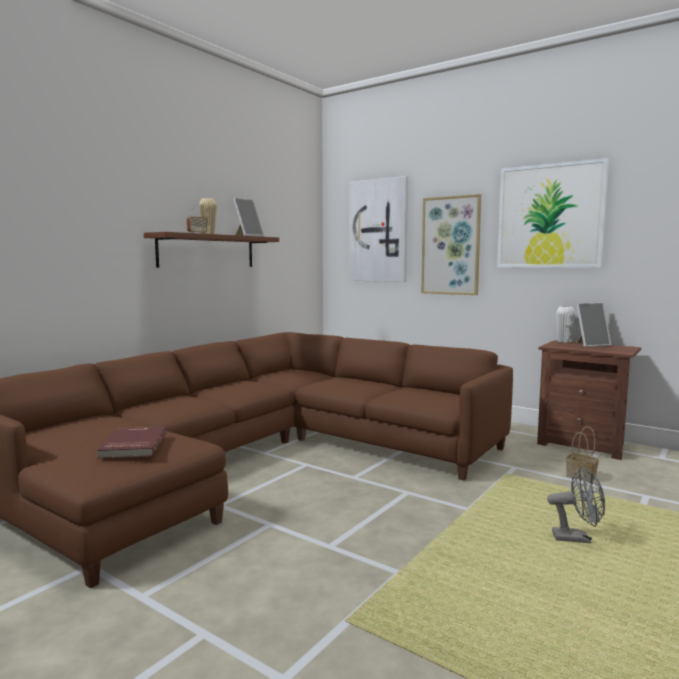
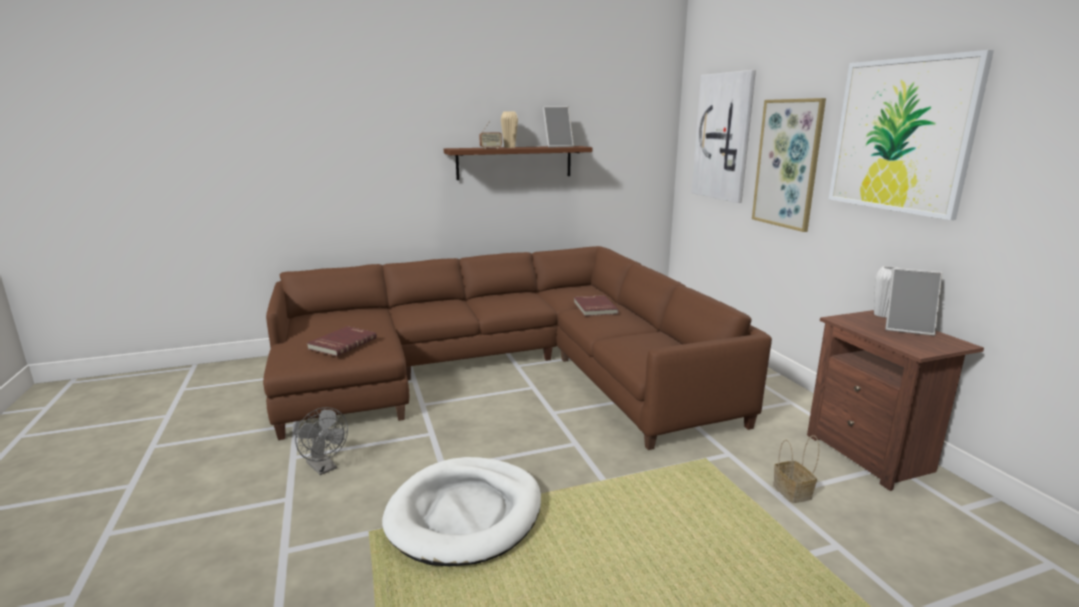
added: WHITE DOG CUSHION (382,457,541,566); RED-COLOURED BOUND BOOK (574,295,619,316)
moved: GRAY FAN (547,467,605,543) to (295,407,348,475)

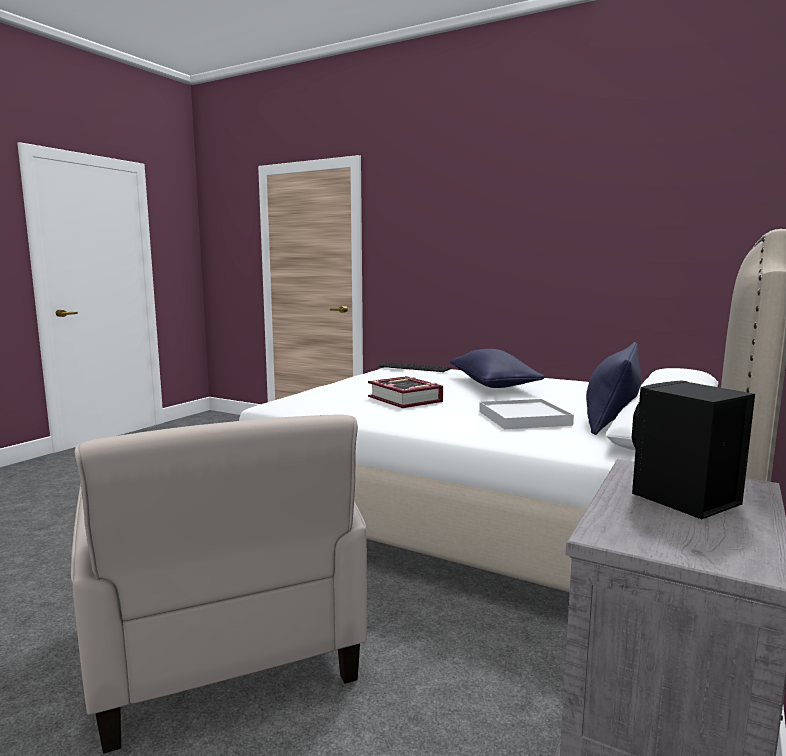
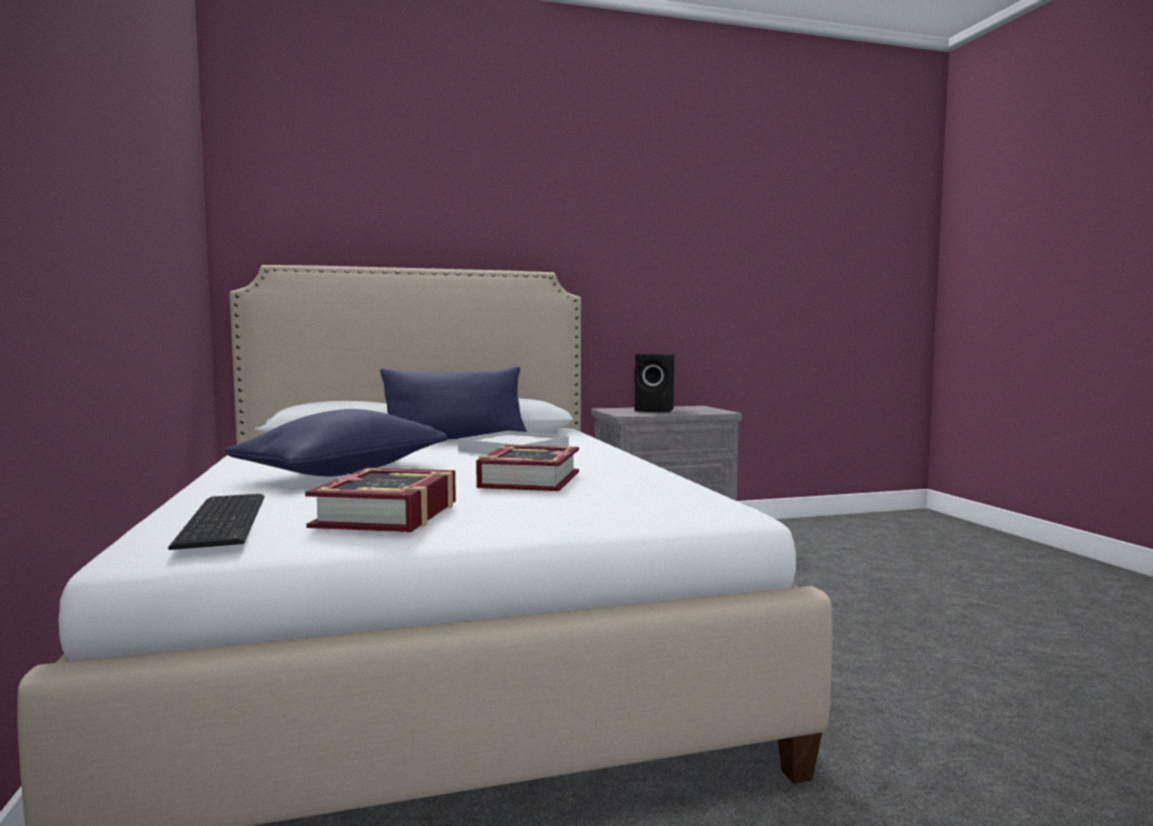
removed: BEIGE ARMCHAIR (71,414,367,754)
added: BOUND BOOK (305,468,456,532)

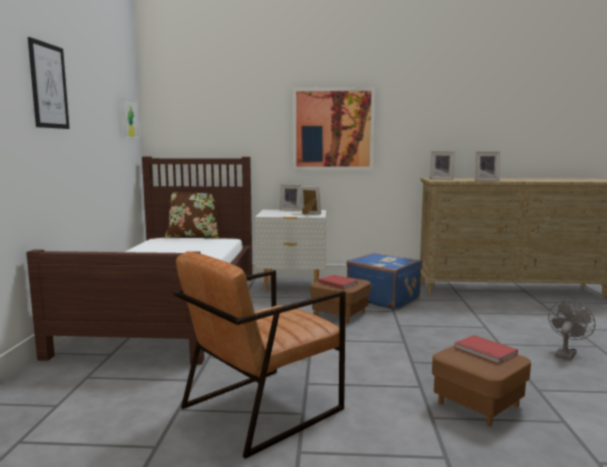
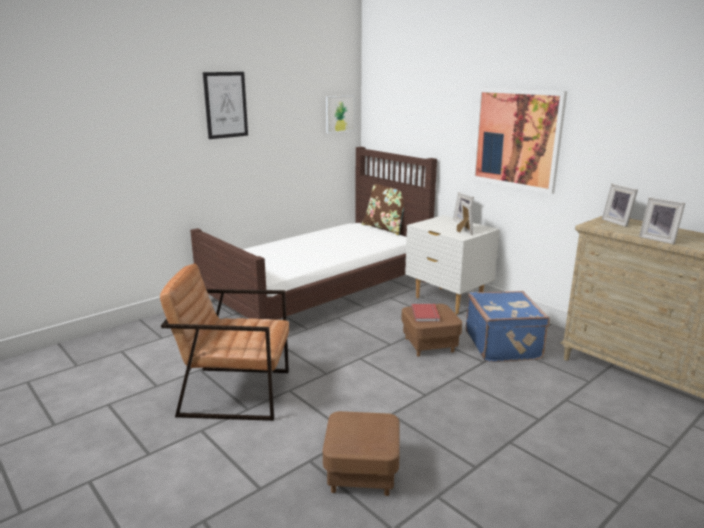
removed: RED-COLOURED BOUND BOOK (454,335,518,364); GRAY FAN (548,301,595,360)

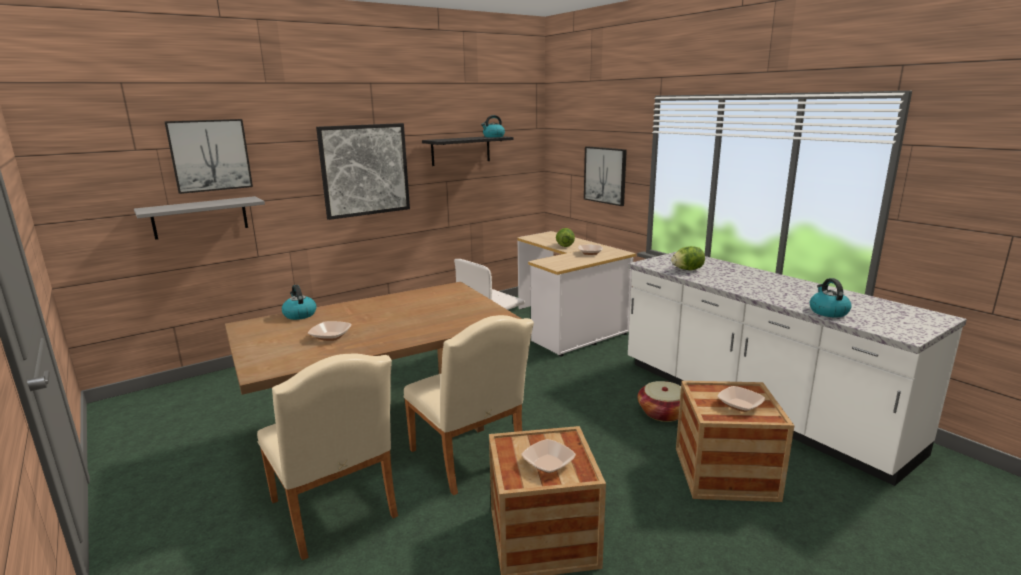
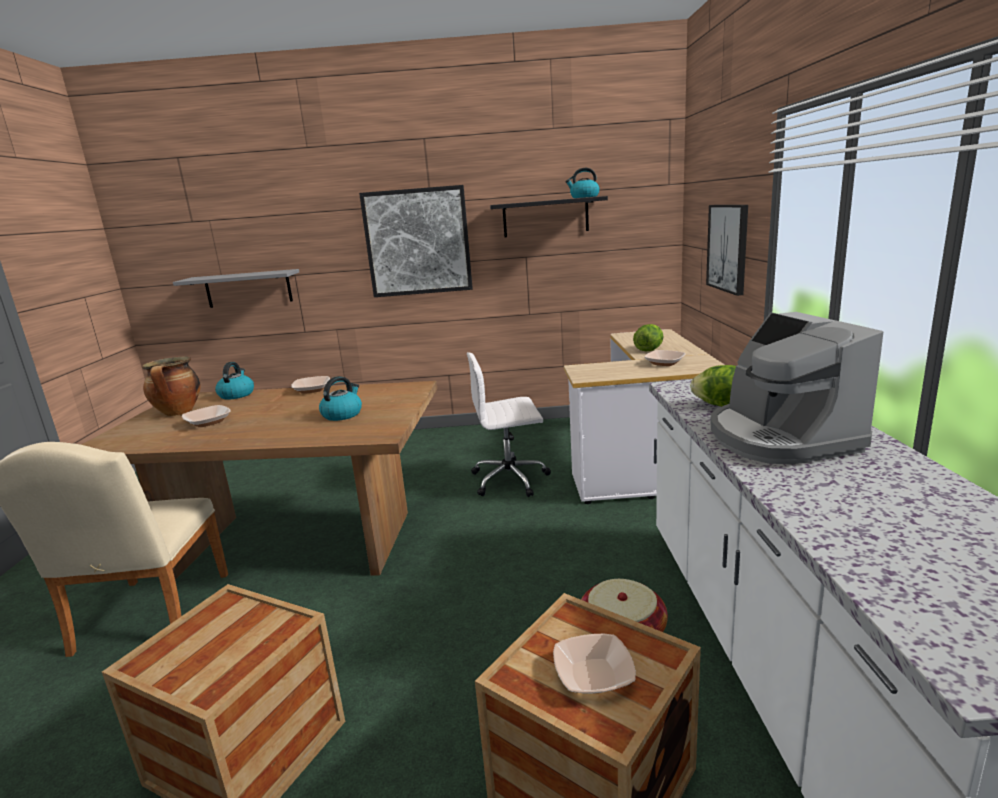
removed: PICTURE (164,119,253,194); BEIGE PLAIN CHAIR (403,315,534,495)
added: STOCKPOT (142,356,200,416); COFFEE MACHINE (710,312,883,464)
moved: SERVING BOWL (521,439,576,473) to (291,376,330,394); KETTLE (810,278,852,317) to (319,376,362,421)

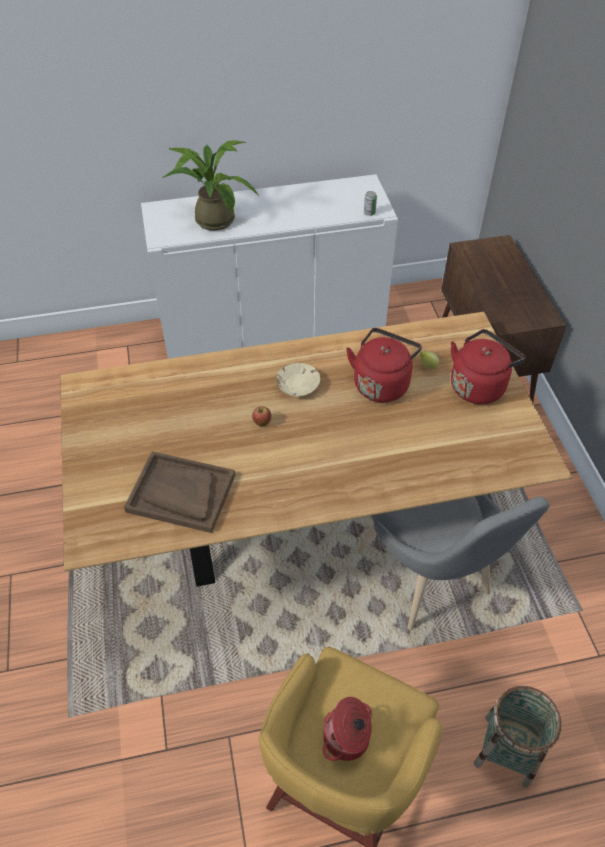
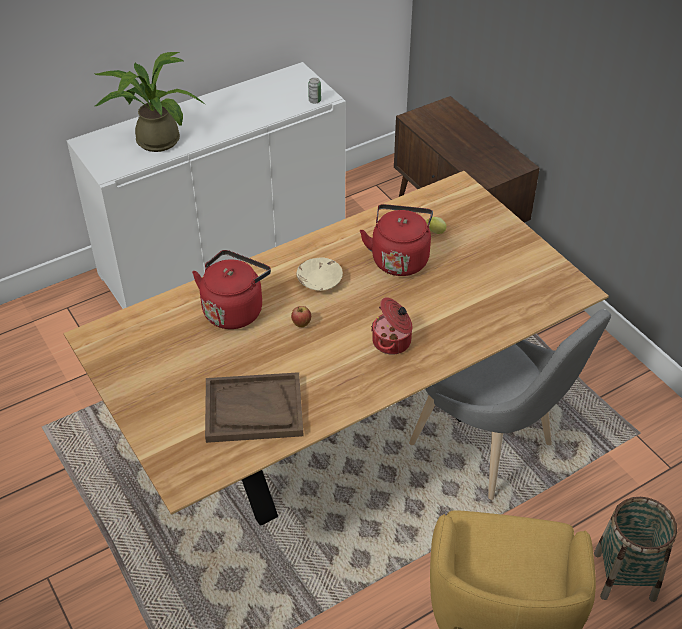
moved: STOCKPOT (323,697,372,761) to (371,297,412,355); RED-COLOURED KETTLE (451,329,526,404) to (192,250,271,329)

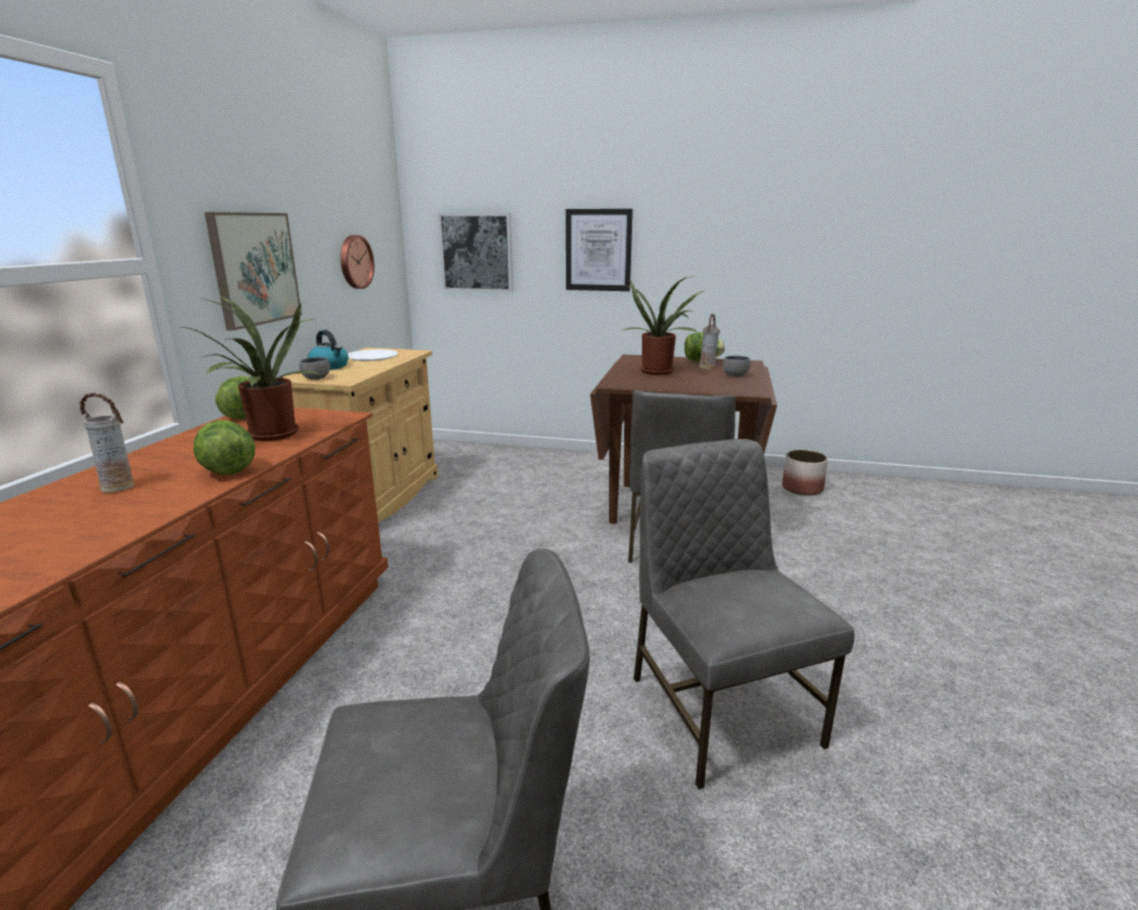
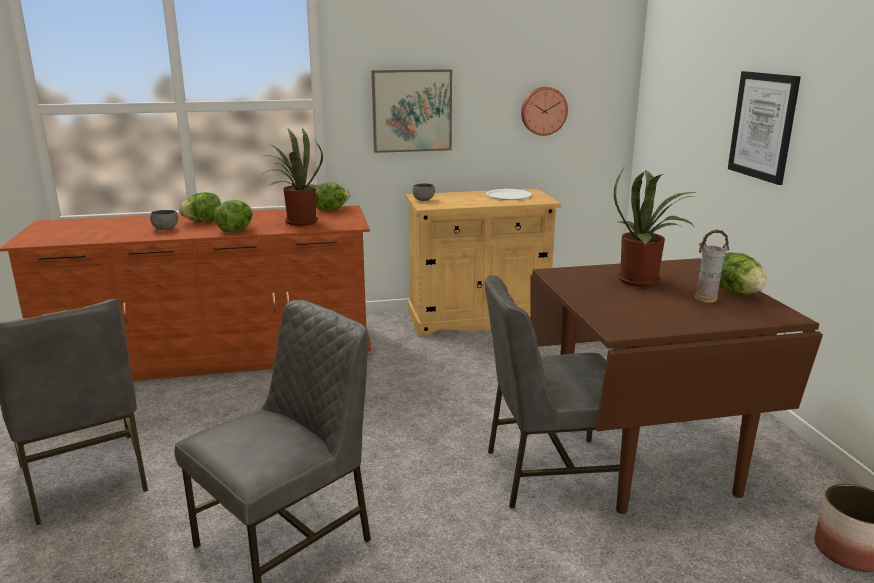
removed: KETTLE (308,330,349,370); PICTURE (438,213,513,292)
moved: GRAY SERVING BOWL (723,356,751,377) to (150,210,178,230)
replaced: DECORATIVE VASE (80,393,135,492) to LETTUCE HEAD (179,192,221,222)

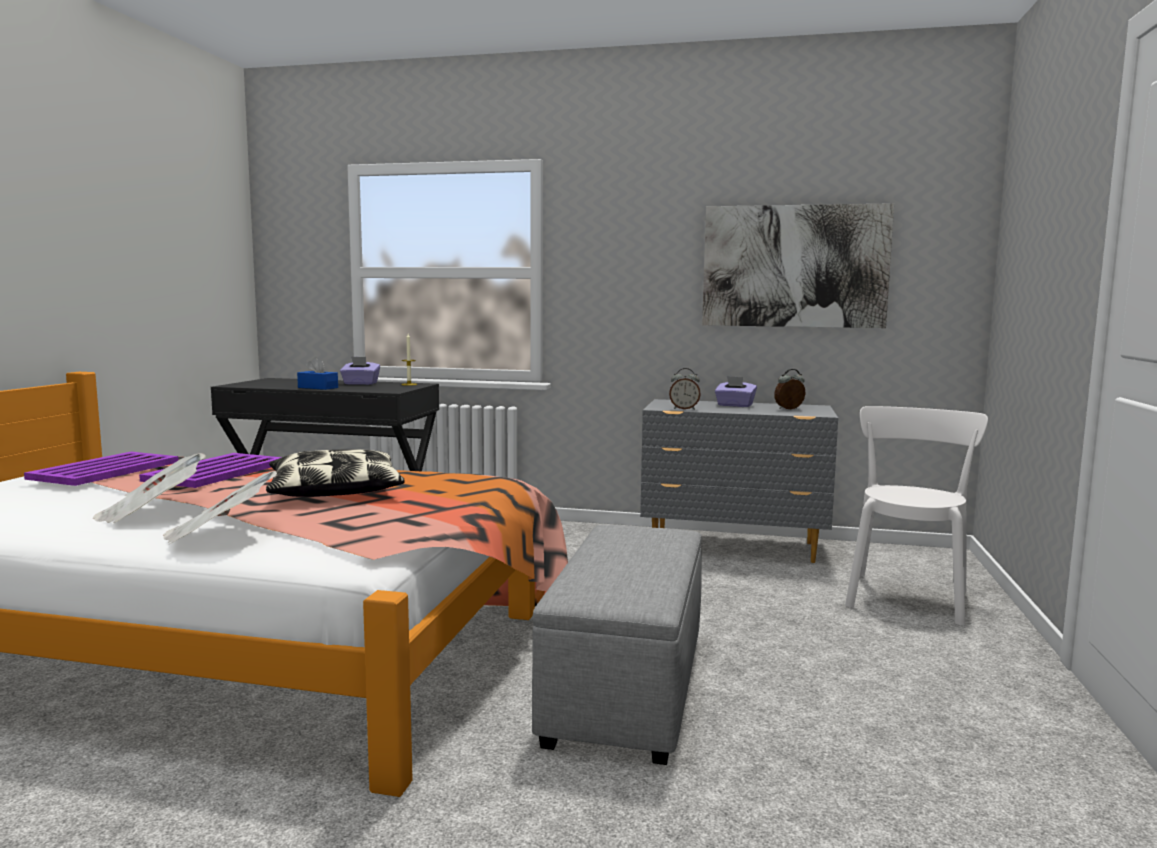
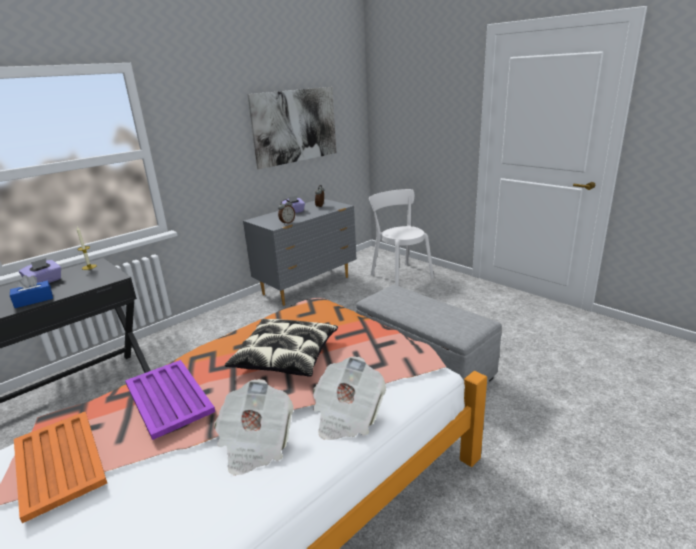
recoloured: PURPLISH SERVING TRAY (24,452,178,486) to ORANGE-COLOURED SERVING TRAY (14,412,107,523)

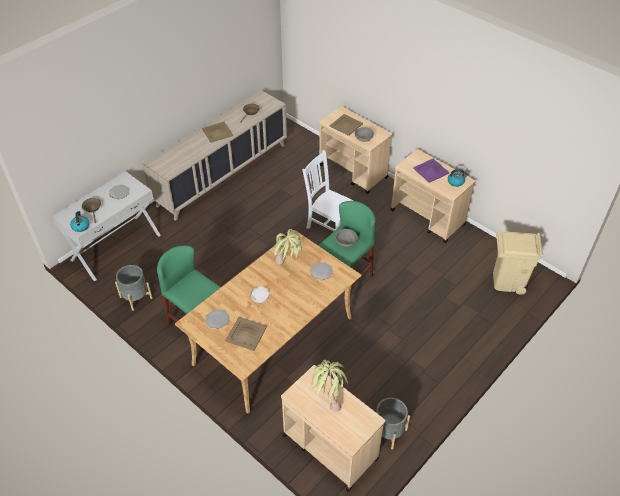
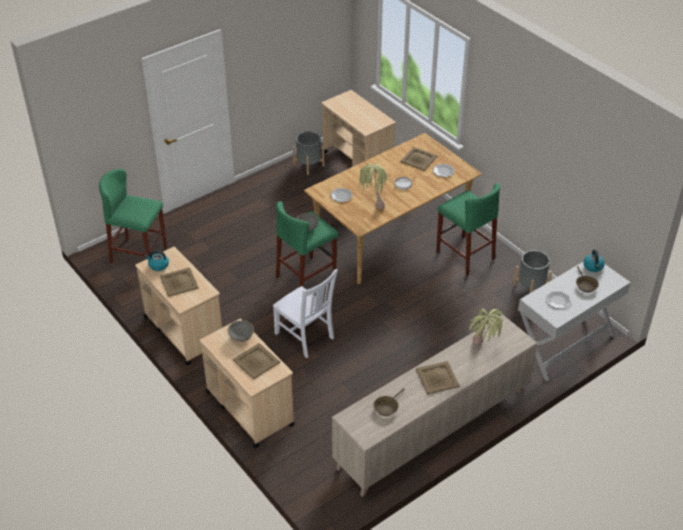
moved: PLANT IN A POT (312,360,348,412) to (469,309,503,345)
replaced: BEIGE TRASH CAN (493,231,543,295) to GREENISH STOOL SEAT (99,169,167,263)
recoloured: PURPLISH SERVING TRAY (413,159,450,183) to BEIGE SERVING TRAY (160,267,199,297)

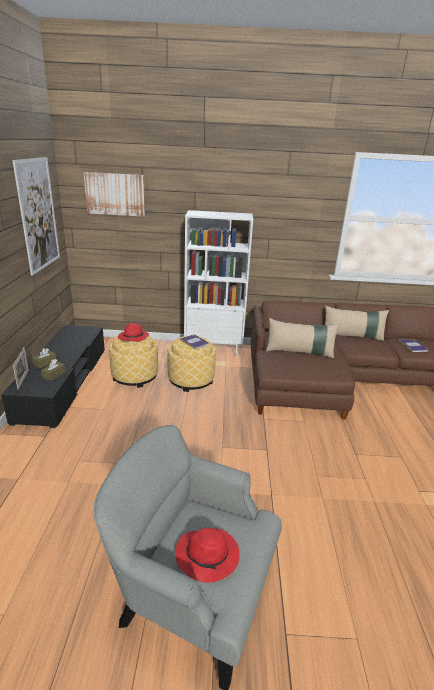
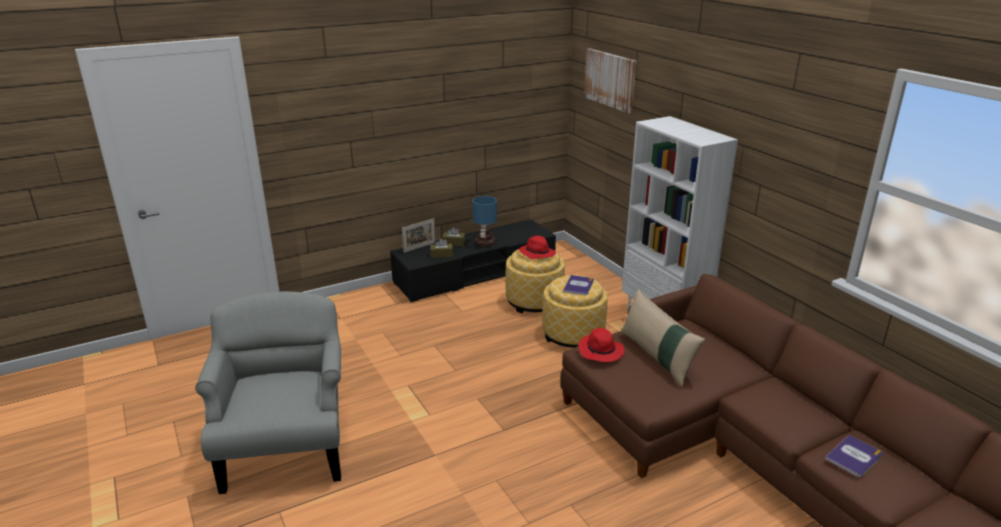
removed: PICTURE (12,157,60,276); BEIGE PILLOW (325,305,389,341)
added: TABLETOP LAMP (473,196,497,247)
moved: RED-COLOURED HAT (175,528,240,583) to (578,328,625,362)

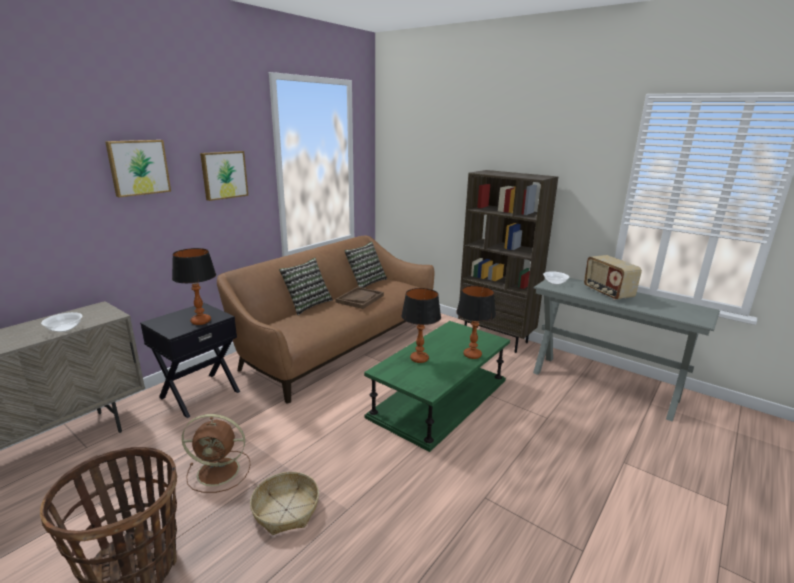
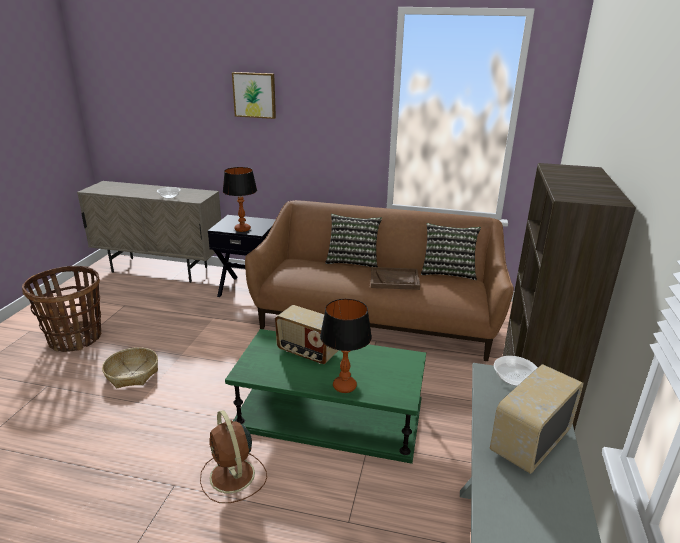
removed: PICTURE (200,151,248,201)
moved: BROWN FAN (182,414,251,493) to (200,410,267,503)
replaced: TABLETOP LAMP (401,288,441,363) to RADIO SET (275,305,339,364)

